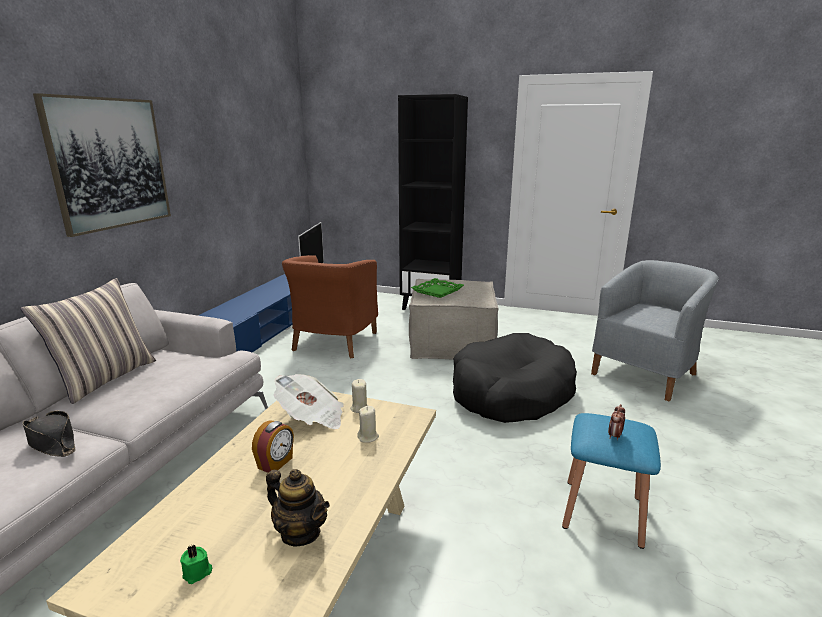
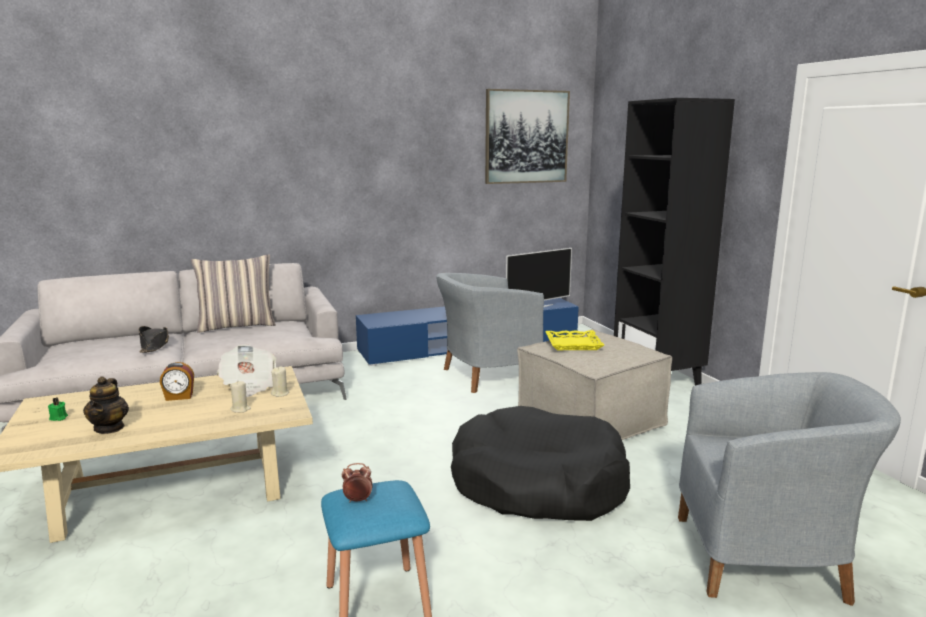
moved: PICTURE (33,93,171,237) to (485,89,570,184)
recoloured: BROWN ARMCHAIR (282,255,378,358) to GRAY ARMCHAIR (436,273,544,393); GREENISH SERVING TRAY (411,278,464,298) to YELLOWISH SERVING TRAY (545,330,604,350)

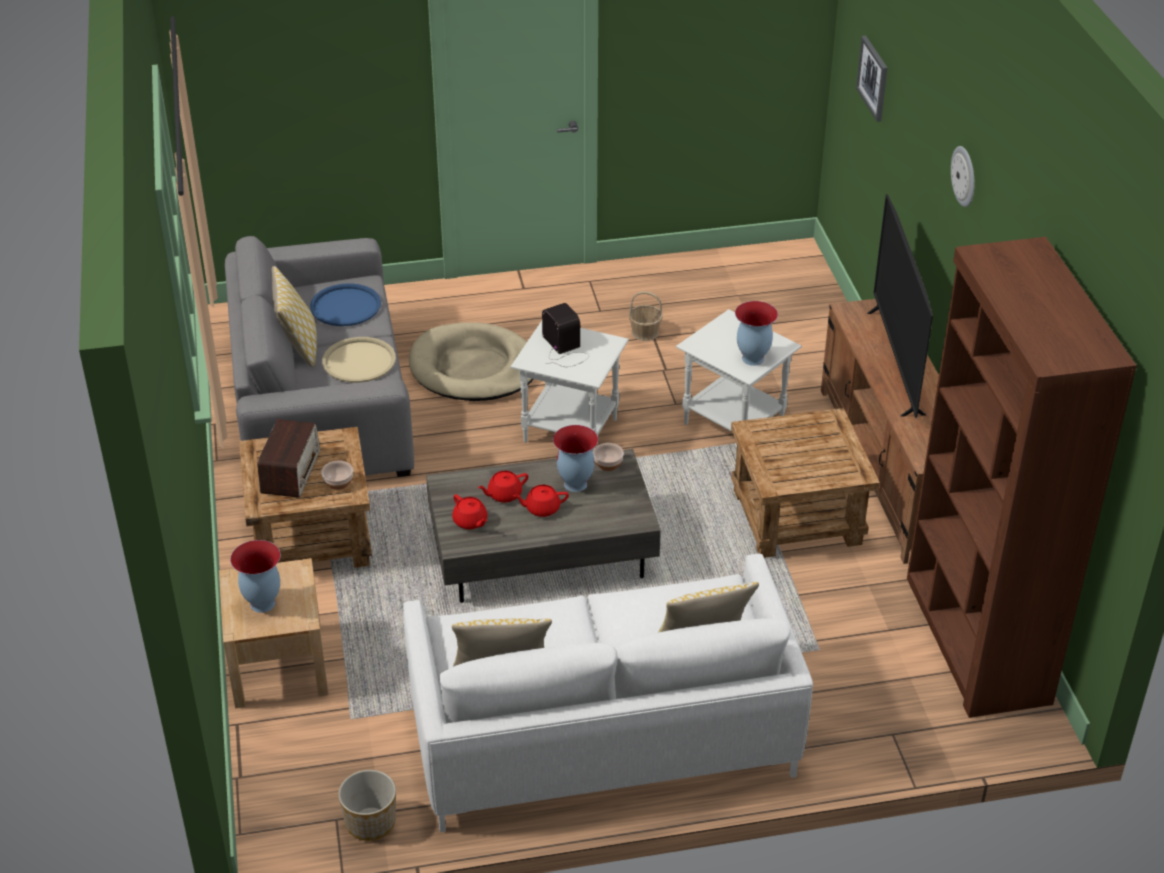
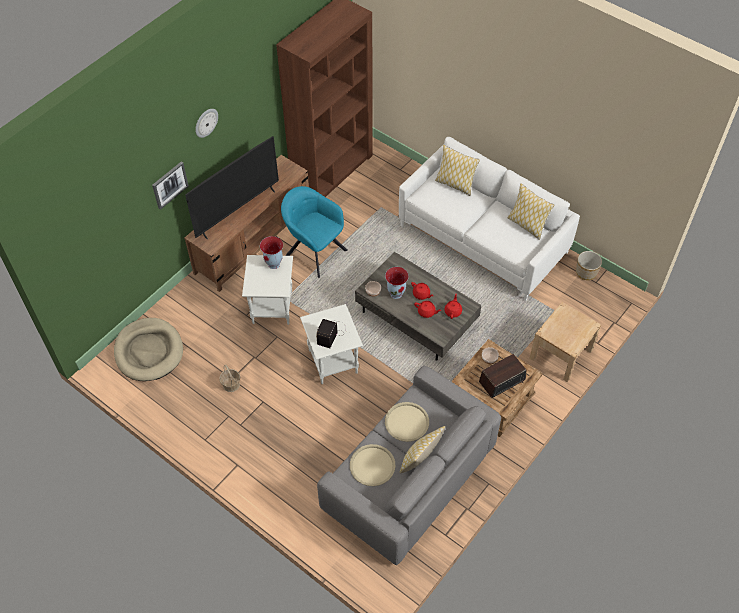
removed: DECORATIVE VASE (230,540,281,613)
moved: BEIGE DOG CUSHION (409,322,533,401) to (114,318,183,381); PICTURE (856,35,888,122) to (152,161,189,210)
replaced: BROWN SIDE TABLE (731,408,880,558) to TURQUOISE-COLOURED ARMCHAIR (281,186,348,278)
recoloured: BLUE-COLOURED SERVING TRAY (310,283,381,326) to BEIGE SERVING TRAY (350,444,395,486)

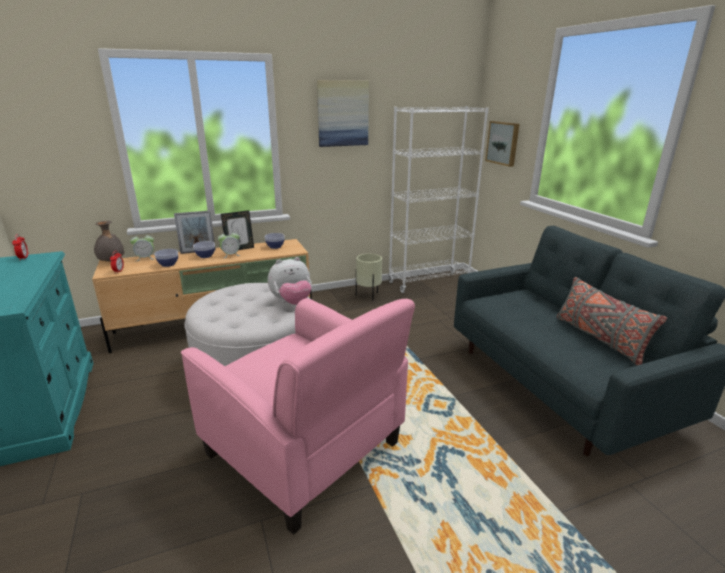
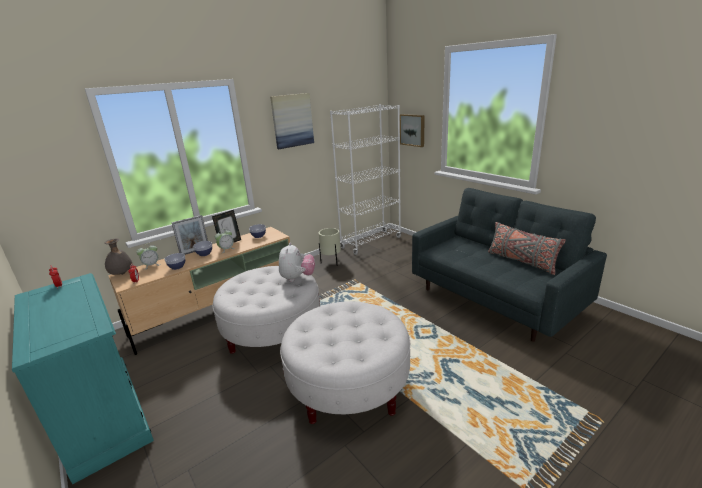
replaced: PINK ARMCHAIR (181,298,415,535) to WHITE FOOTREST (280,301,410,424)
turned: PLUSH TOY (268,257,312,305) = (279,242,315,282) 45 degrees counterclockwise

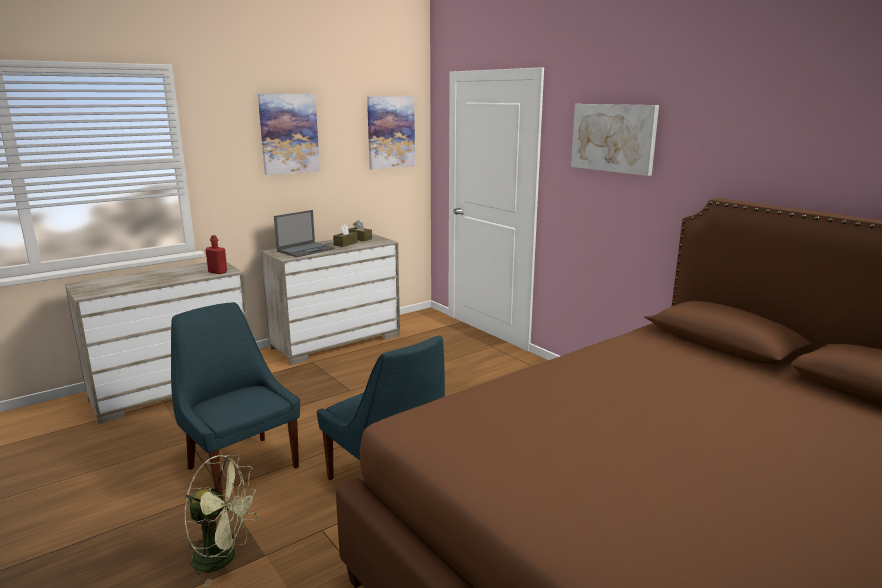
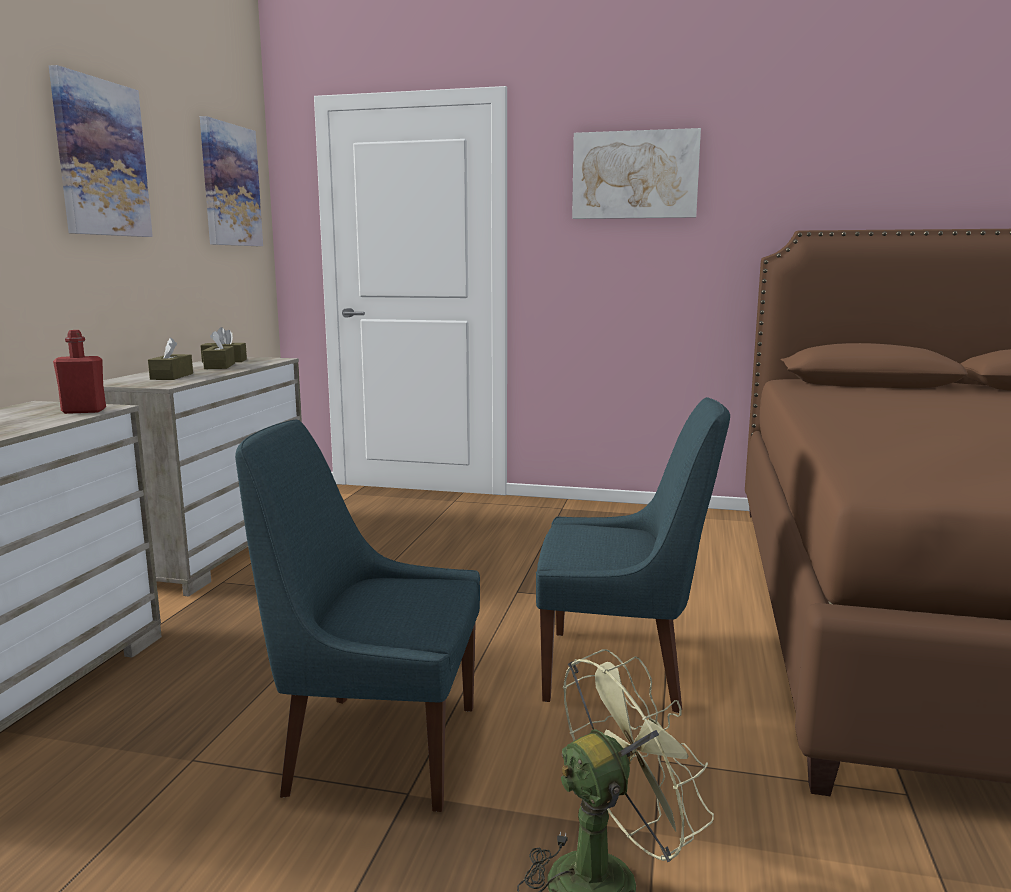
replaced: NOTEBOOK COMPUTER (274,210,335,257) to BROWN BOX OF TISSUES (148,338,193,380)

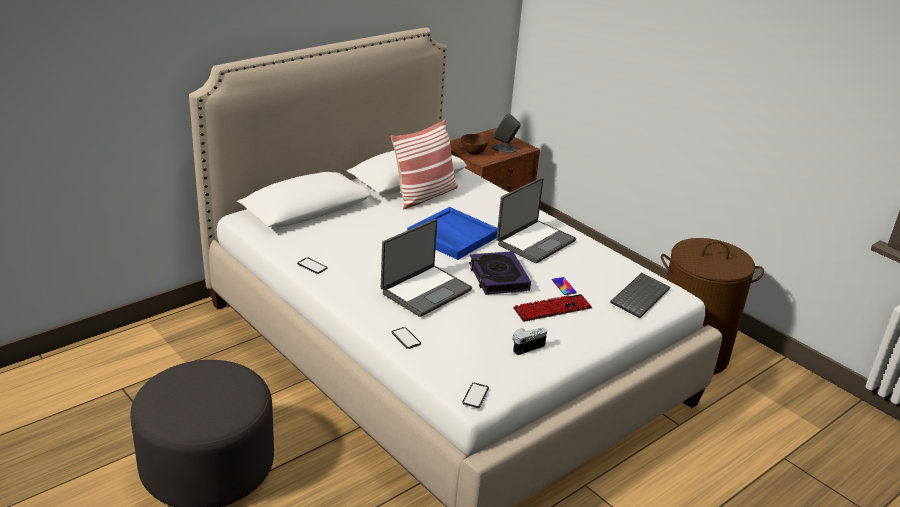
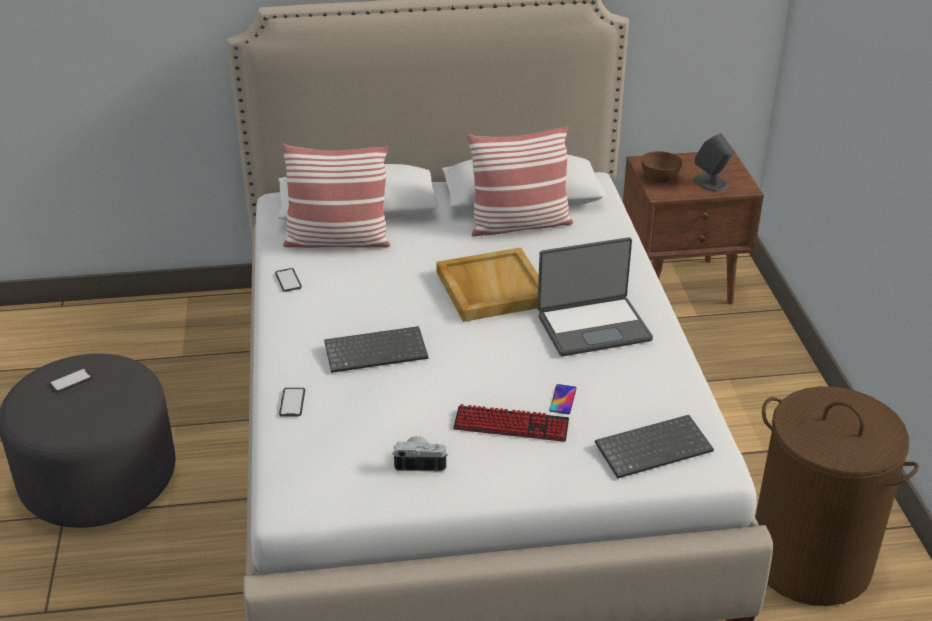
removed: BOUND BOOK (469,251,531,295)
added: PILLOW (282,143,390,248)
moved: PHONE (462,383,489,408) to (49,368,93,392)
replaced: NOTEBOOK COMPUTER (381,219,472,317) to COMPUTER KEYBOARD (324,326,428,373)
recoloured: BLUE-COLOURED SERVING TRAY (407,207,497,260) to BEIGE SERVING TRAY (436,247,539,322)

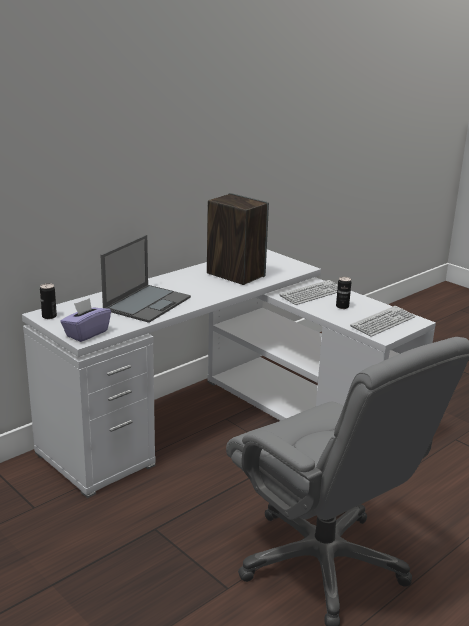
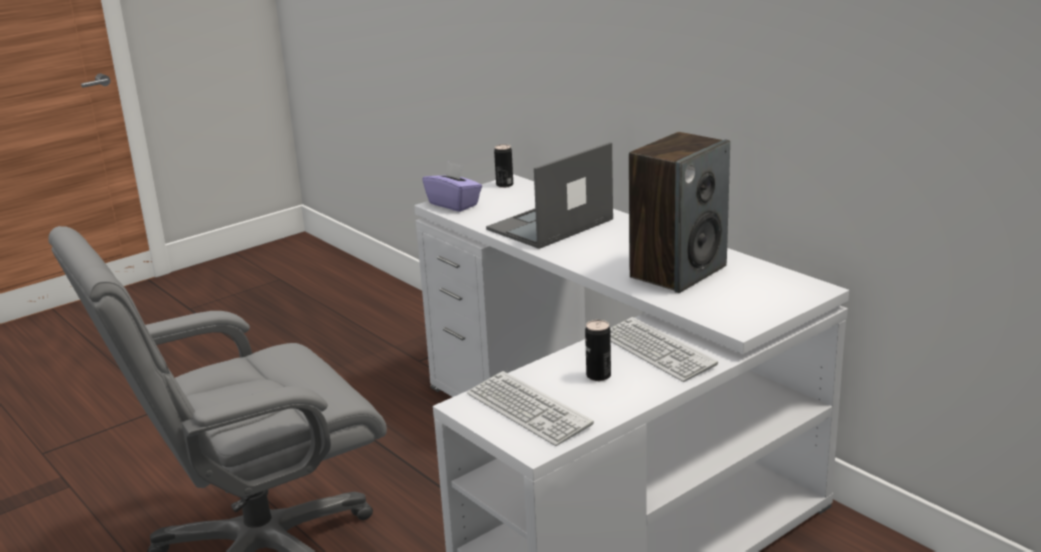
turned: NOTEBOOK COMPUTER (100,235,191,323) = (486,142,613,249) 105 degrees clockwise

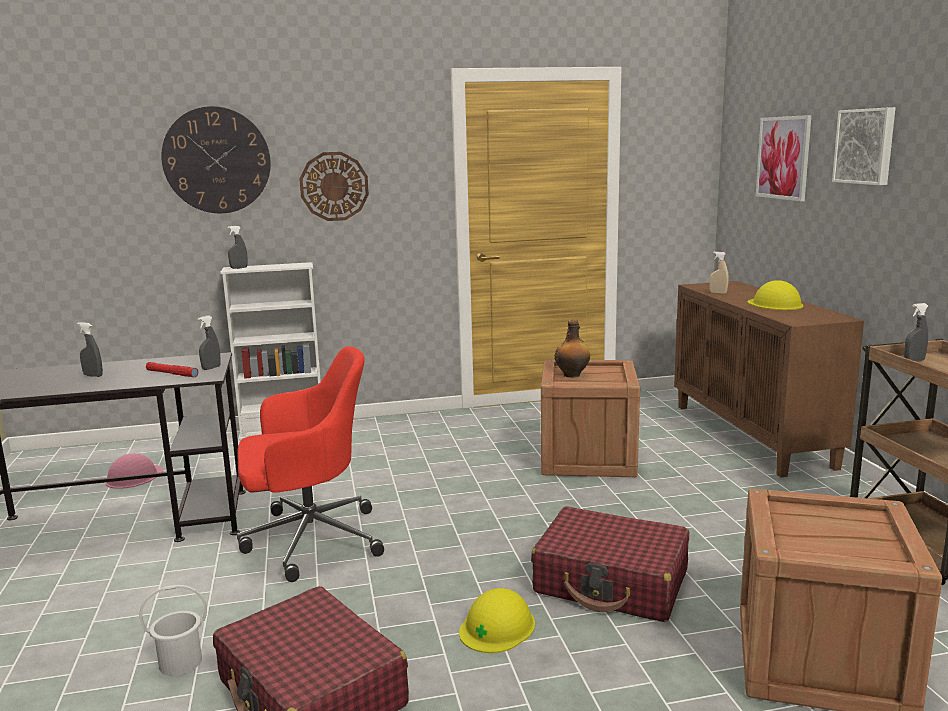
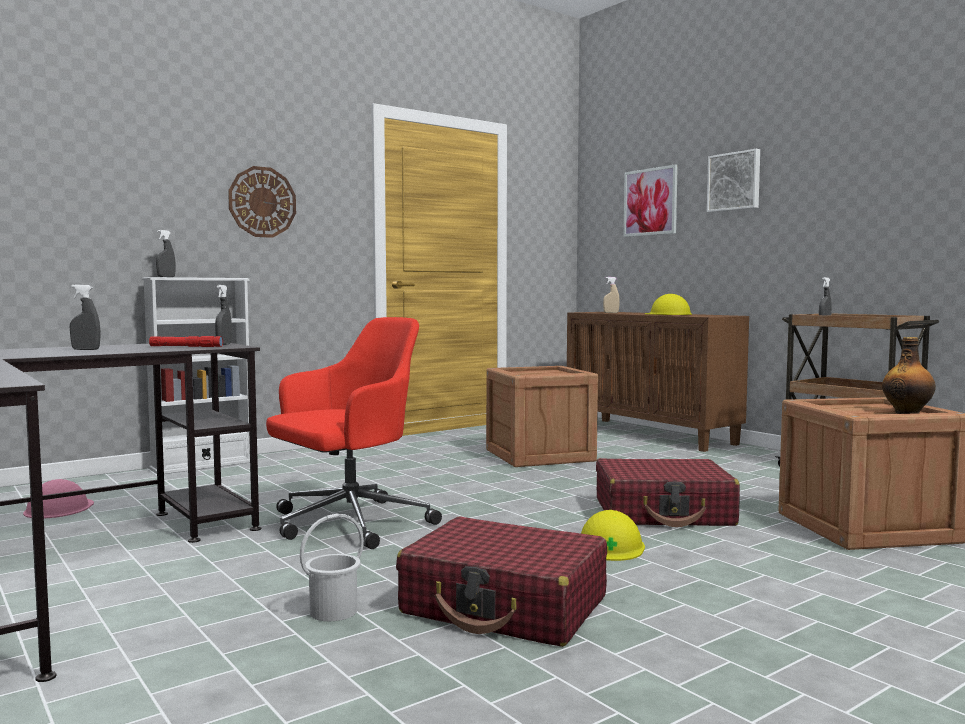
removed: CLOCK ON THE WALL (161,106,271,213)
moved: DRINK BOTTLE (555,320,590,378) to (882,337,936,414)

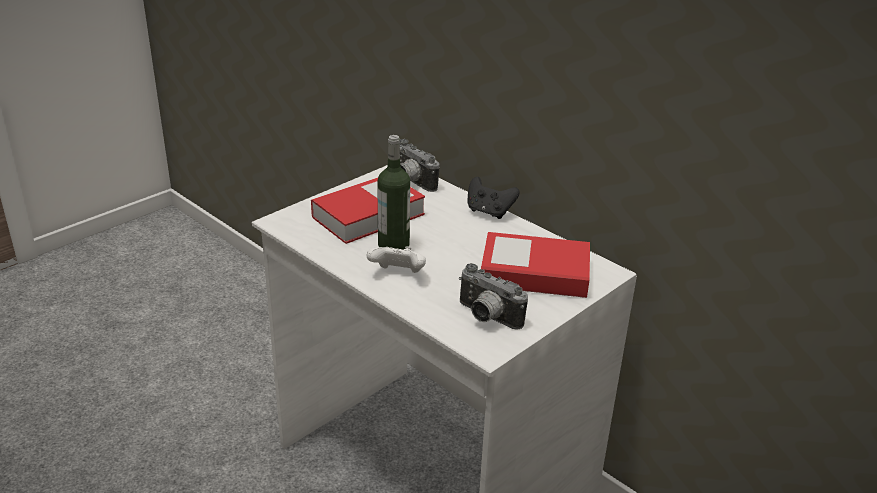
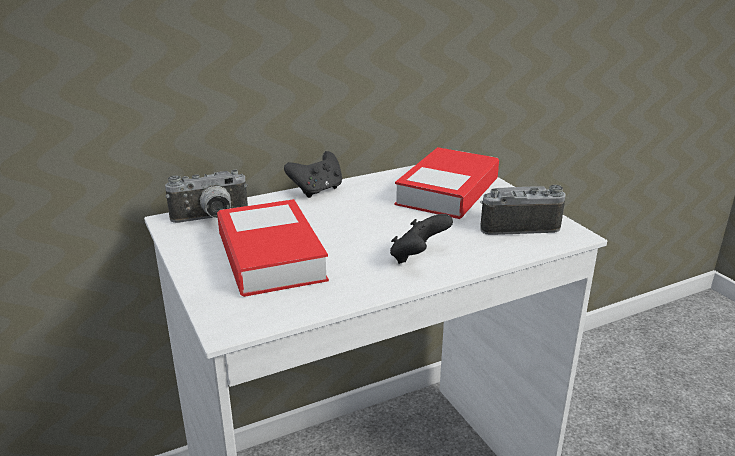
removed: DRINK BOTTLE (377,135,410,250)
recoloured: WHITE GAME CONTROLLER (367,246,426,273) to BLACK GAME CONTROLLER (390,214,453,264)
turned: STILL CAMERA (459,263,528,330) = (480,185,565,235) 150 degrees counterclockwise

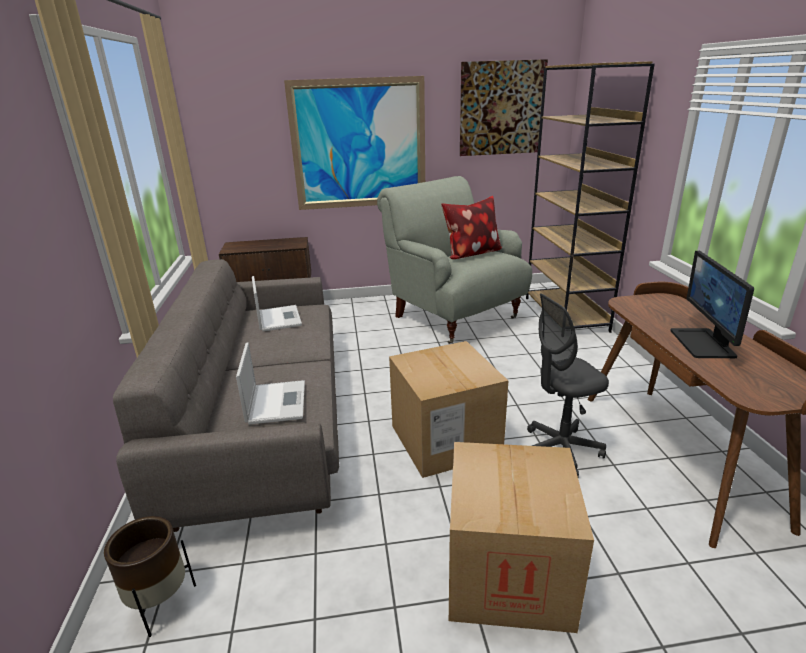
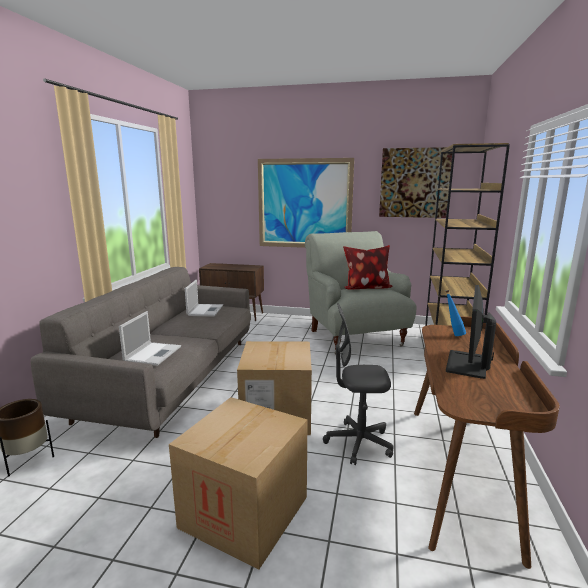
added: BLUE-COLOURED DRINK BOTTLE (446,290,466,336)

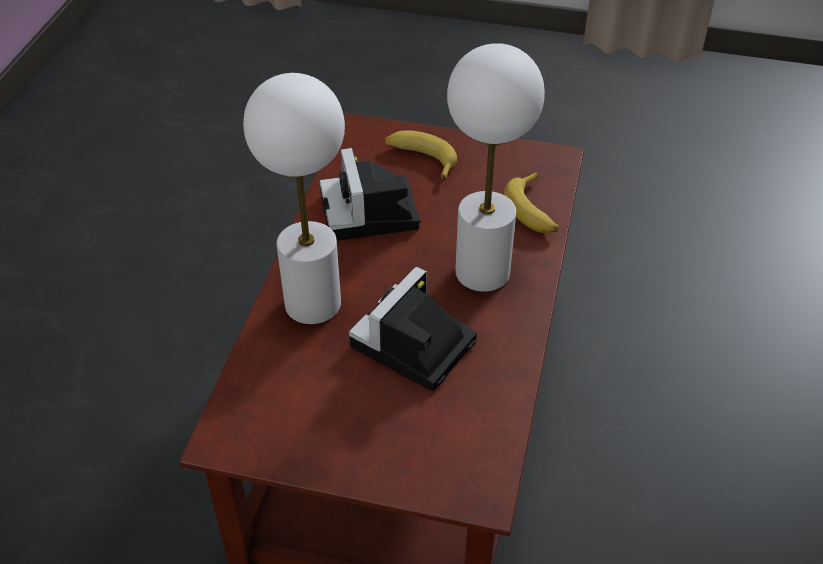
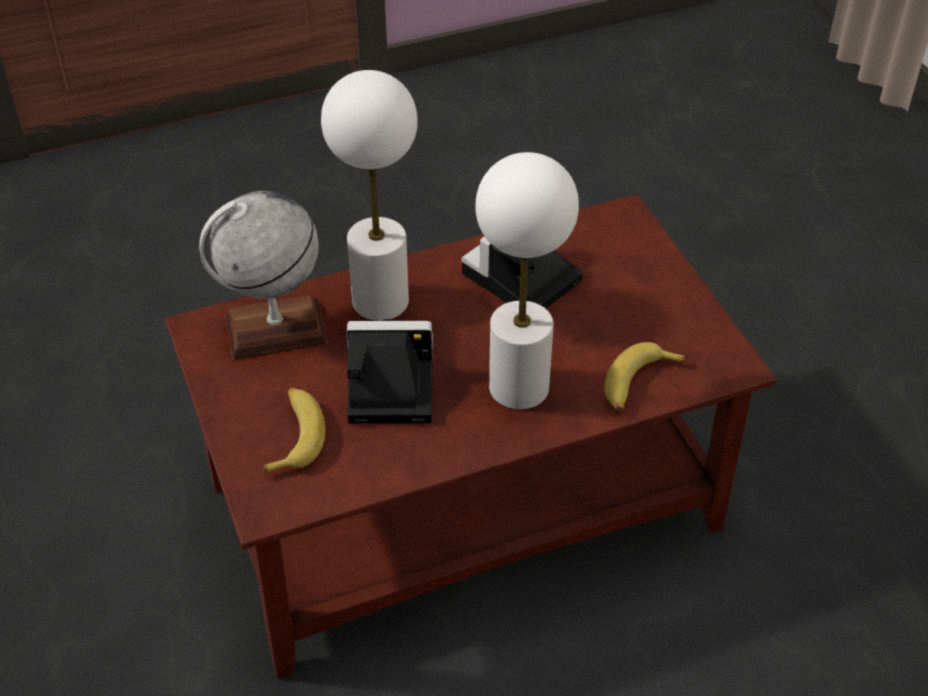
added: WORLD GLOBE (199,191,328,359)
moved: BANANA FRUIT (385,130,457,181) to (264,388,325,474)

